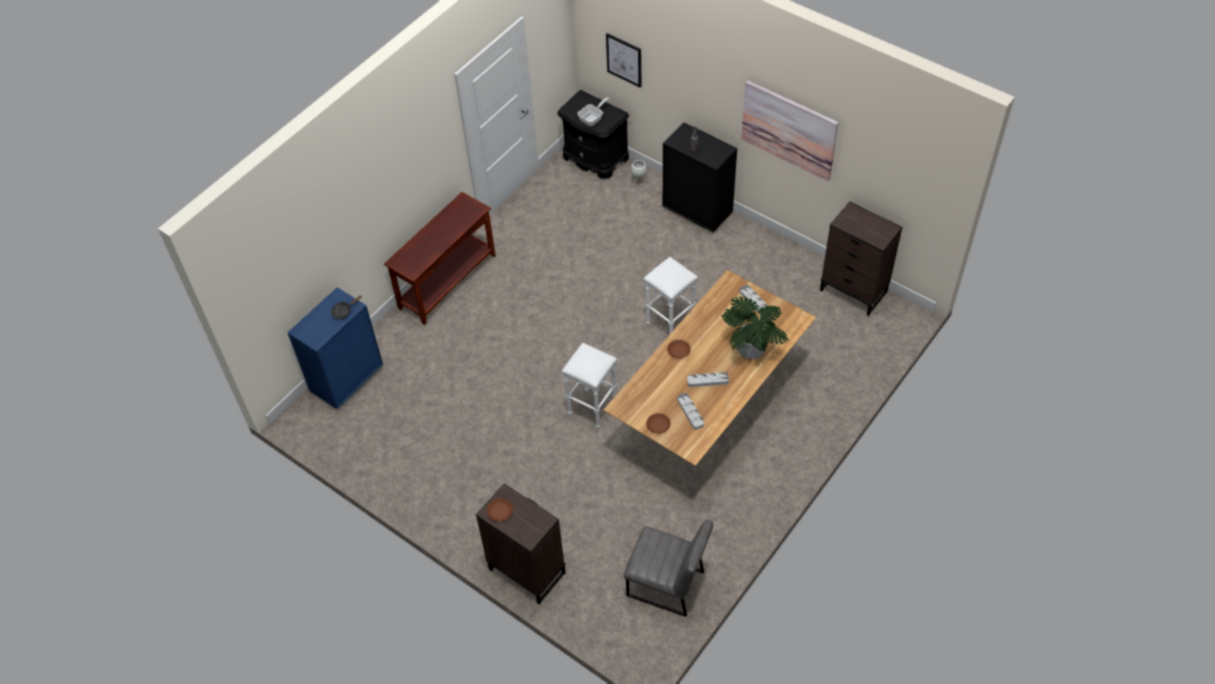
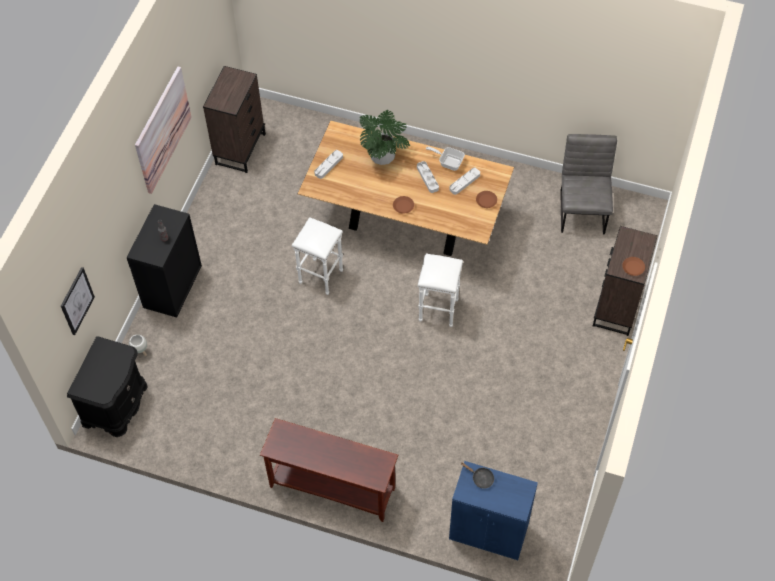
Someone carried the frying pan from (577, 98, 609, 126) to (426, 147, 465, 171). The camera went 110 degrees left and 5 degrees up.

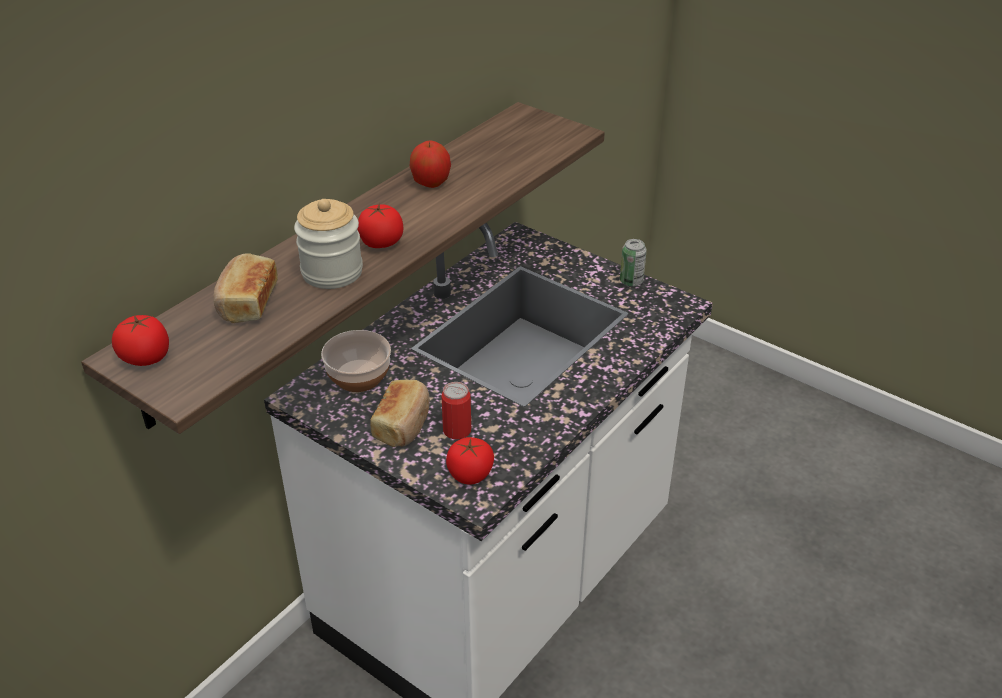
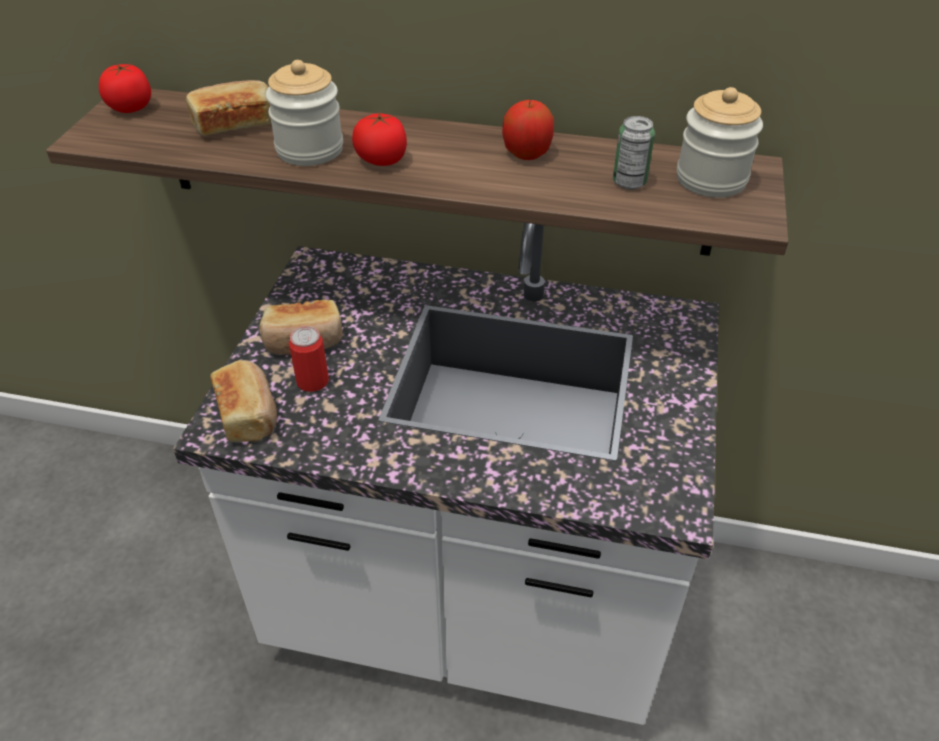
Someone carried the sealed can from (620, 239, 647, 287) to (613, 116, 655, 189). Someone took away the serving bowl at (321, 330, 391, 392). Someone swapped the whole tomato at (446, 437, 494, 484) for the bread at (211, 360, 277, 442). Someone put down the jar at (677, 87, 763, 198). The camera went 65 degrees right and 5 degrees up.

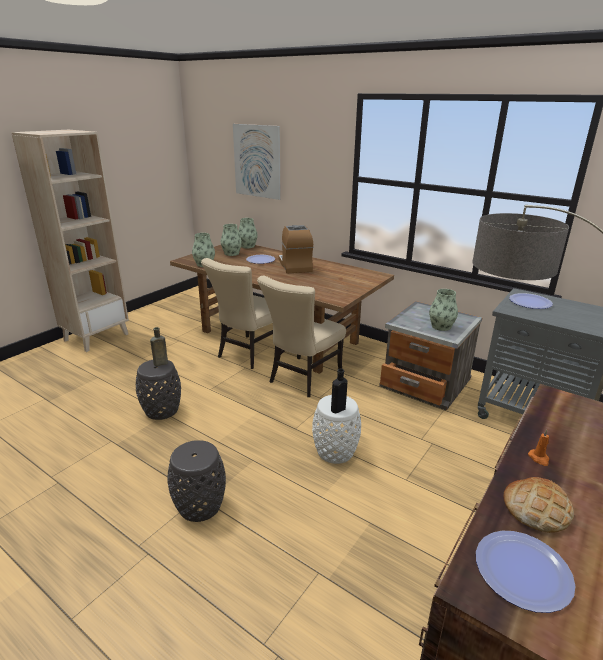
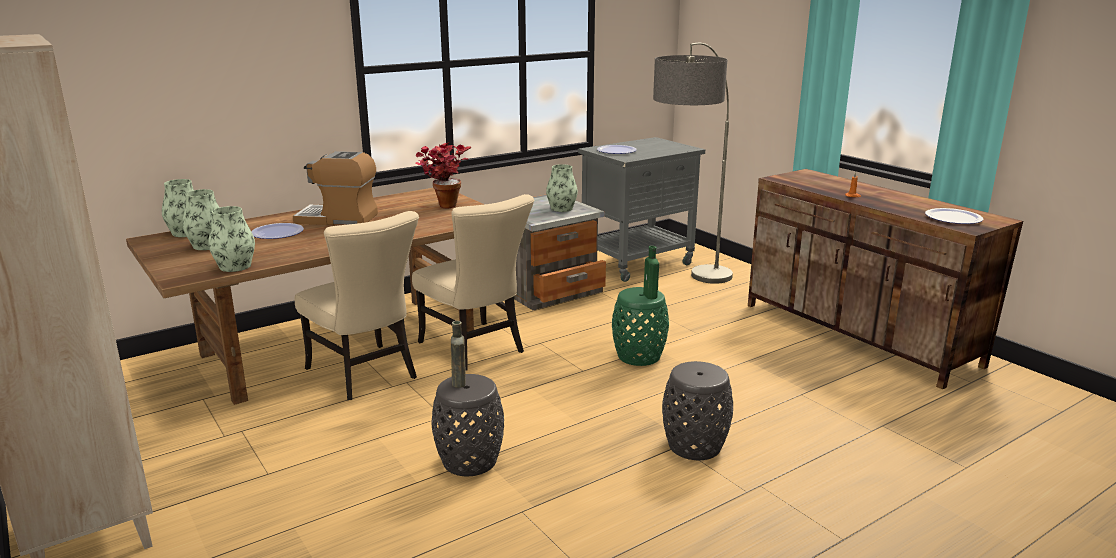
Someone took away the wall art at (233, 124, 281, 200). Someone repainted the blackish drink bottle at (331, 369, 347, 413), which became the greenish drink bottle at (643, 246, 659, 299). Someone repainted the white-coloured stool at (312, 395, 361, 464), which became the greenish stool at (612, 287, 669, 366). Someone took away the bread at (504, 477, 574, 533). Someone put down the plant in a pot at (415, 142, 471, 208). The camera went 70 degrees left and 5 degrees down.

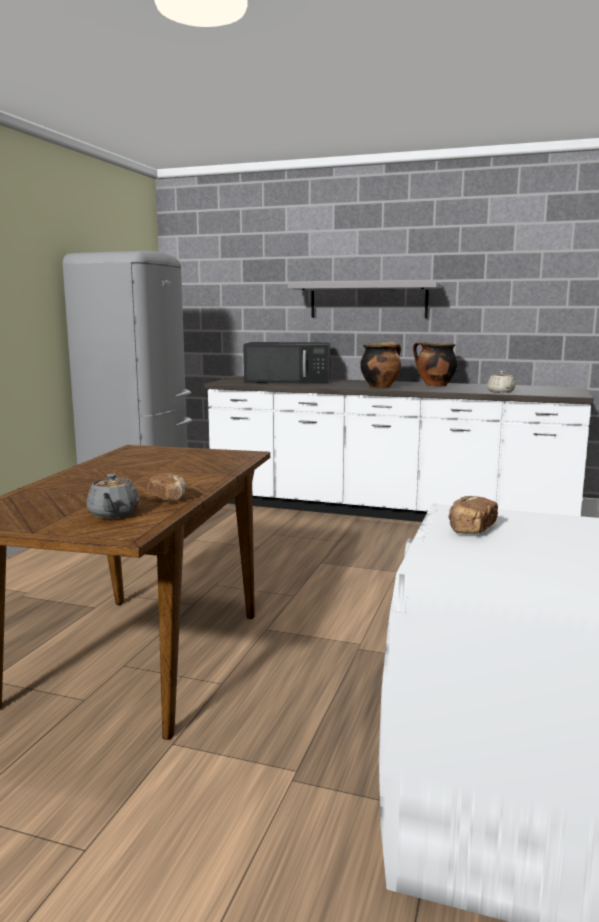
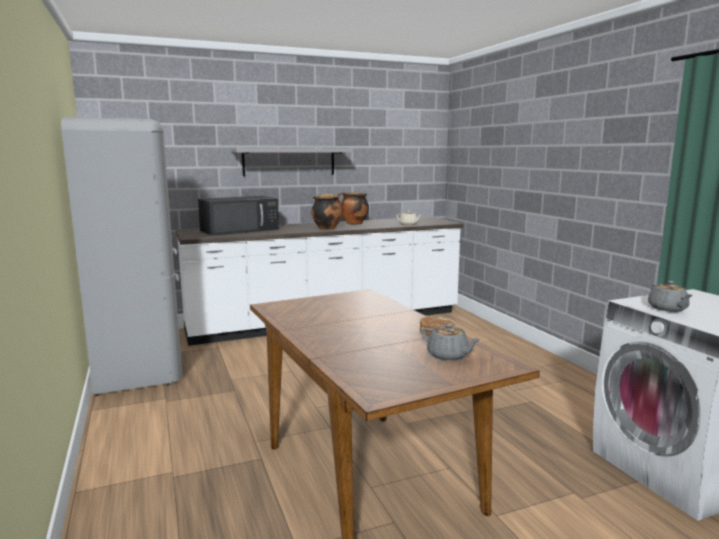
Someone swapped the bread at (448, 496, 498, 534) for the grey tea pot at (648, 281, 693, 312). The camera went 40 degrees left and 0 degrees up.

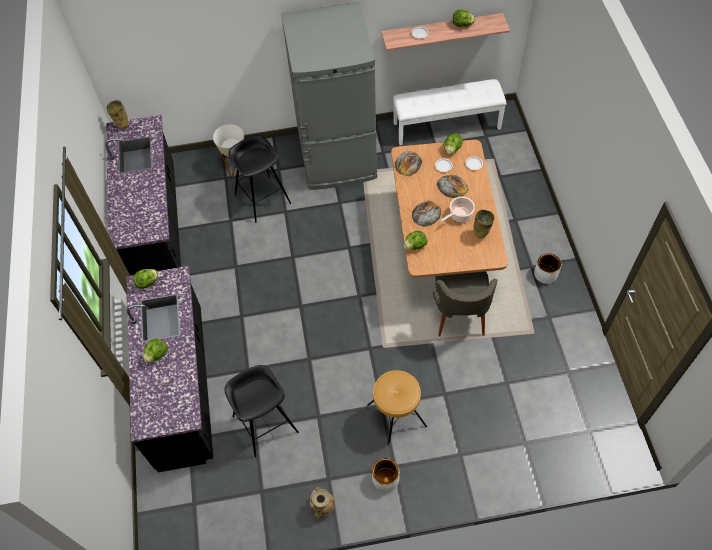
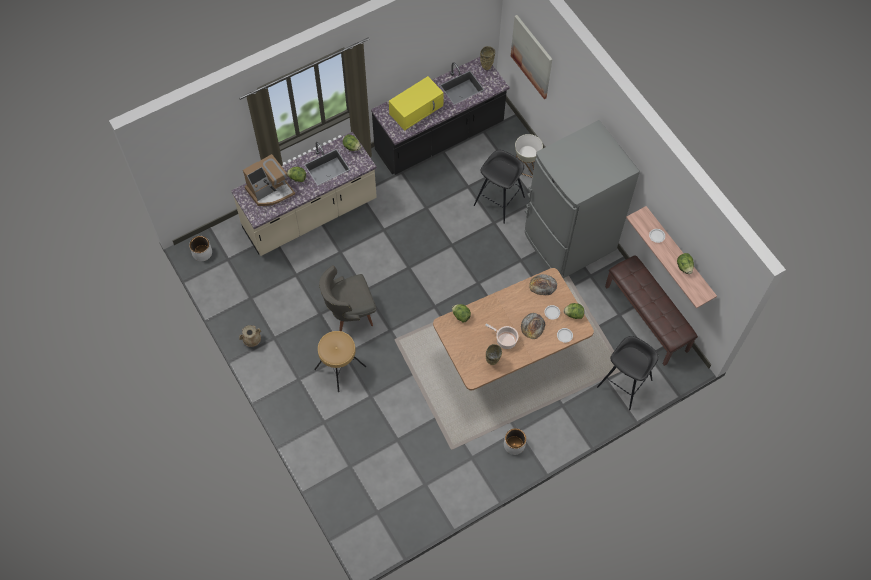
Someone repainted the white-coloured bench at (393, 79, 507, 145), which became the brown bench at (605, 255, 698, 366). Someone took away the bread at (412, 200, 441, 227). Someone repainted the blackish counter at (127, 266, 213, 472), which became the beige counter at (231, 131, 377, 256). Someone carried the grey chair from (433, 271, 497, 337) to (319, 265, 376, 331). Someone carried the blackish stool from (224, 365, 299, 457) to (597, 336, 658, 410). Someone carried the white-coloured planter from (372, 458, 400, 492) to (189, 236, 212, 261). Someone put up the wall art at (511, 15, 552, 99). Someone put down the yellowish kitchen microwave at (389, 76, 444, 131). Someone put down the coffee machine at (243, 154, 295, 206). The camera went 65 degrees right and 5 degrees up.

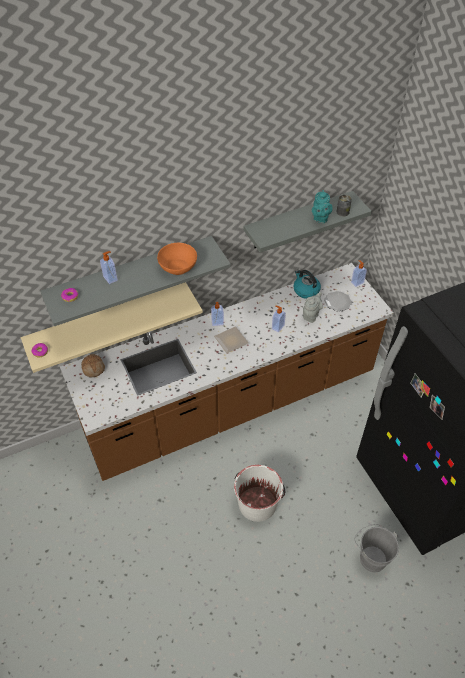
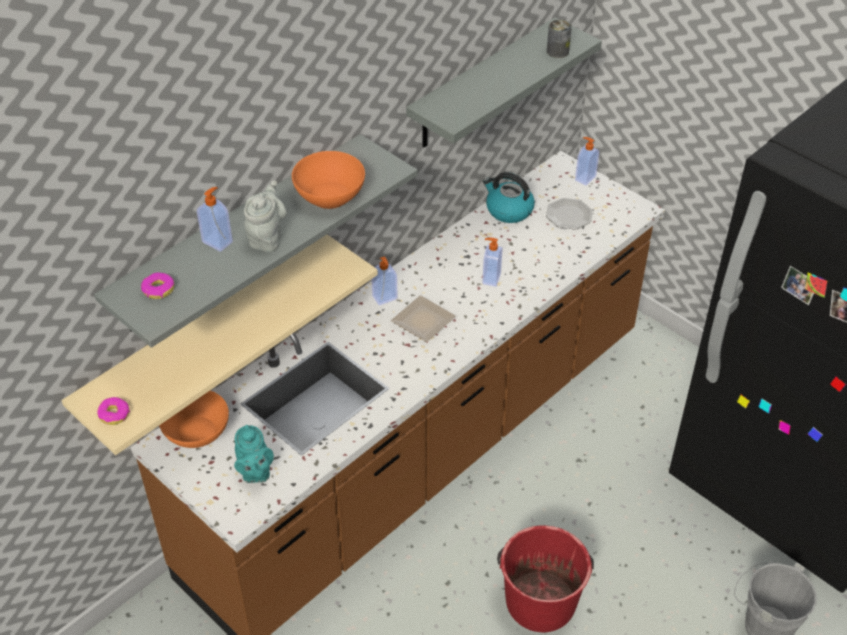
Someone carried the blue-green tea pot from (312, 190, 333, 223) to (234, 425, 274, 483). Someone carried the grey tea pot from (303, 292, 323, 323) to (244, 180, 287, 252). Someone swapped the bread at (81, 354, 105, 377) for the orange-coloured serving bowl at (159, 391, 229, 448). Someone repainted the white-coloured bucket at (234, 465, 285, 522), which became the red bucket at (497, 525, 594, 632). The camera went 20 degrees left and 5 degrees down.

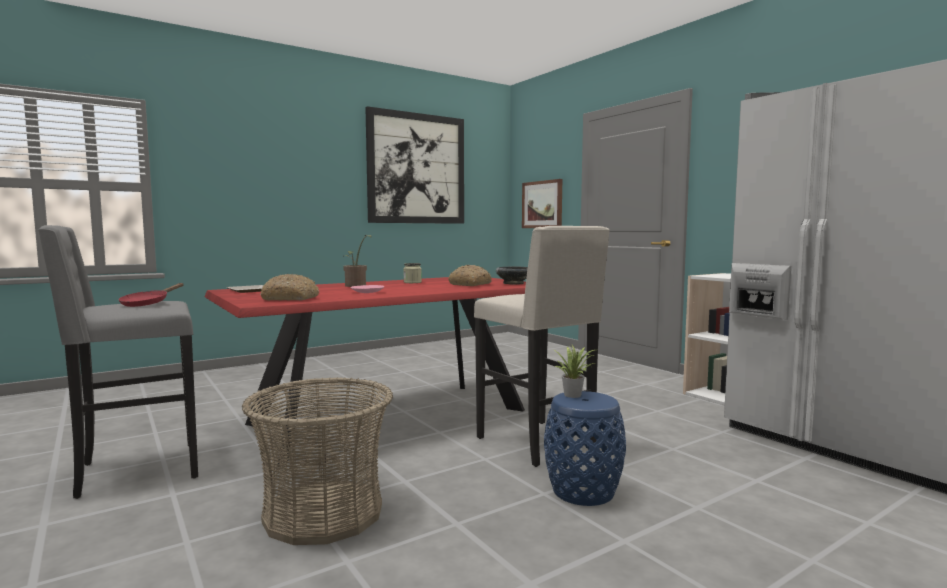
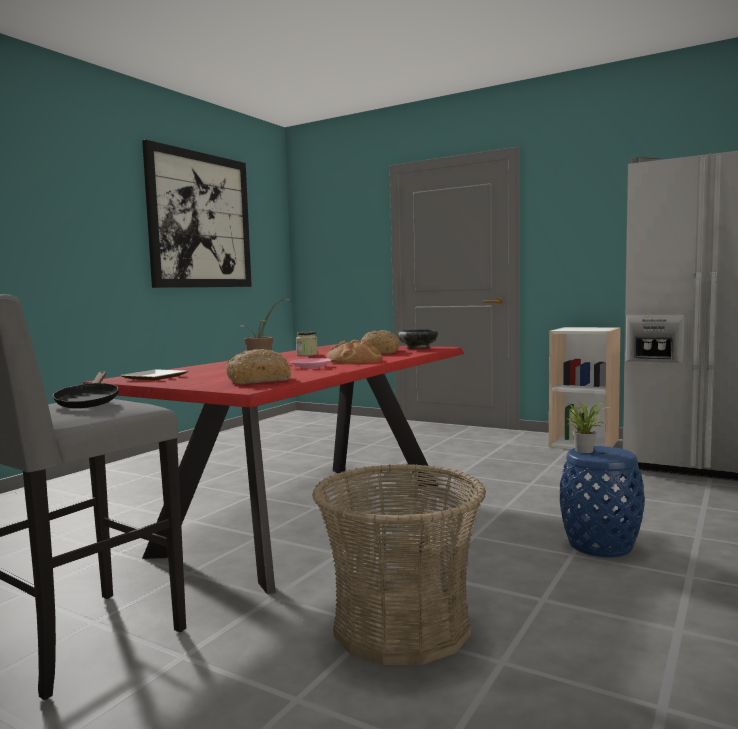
Someone took away the wall art at (522, 179, 562, 228). Someone took away the beige stool at (474, 226, 610, 467). Someone repainted the red frying pan at (118, 283, 184, 307), which became the blackish frying pan at (53, 371, 119, 408). Someone put down the bread at (326, 340, 382, 364). The camera went 25 degrees left and 0 degrees up.

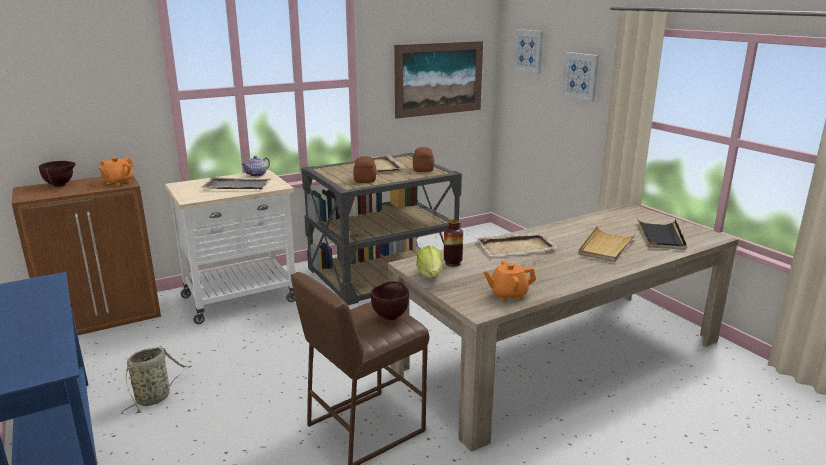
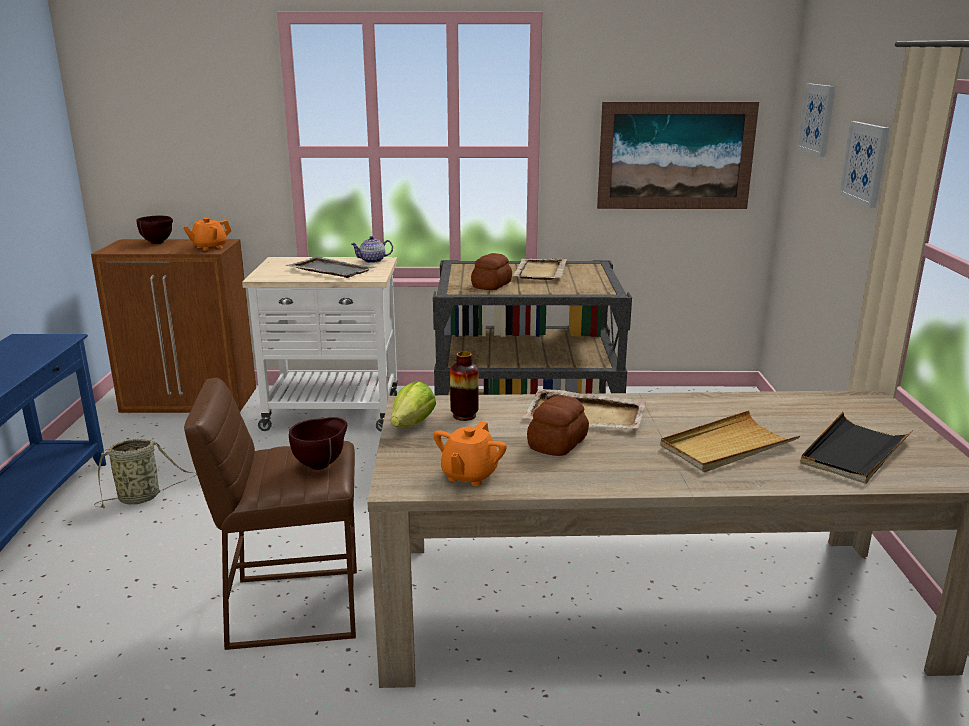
Someone carried the bread from (413, 147, 434, 172) to (527, 395, 589, 456). Someone rotated the orange-coloured tea pot at (483, 260, 536, 301) by 90 degrees counterclockwise. The camera went 30 degrees right and 0 degrees up.

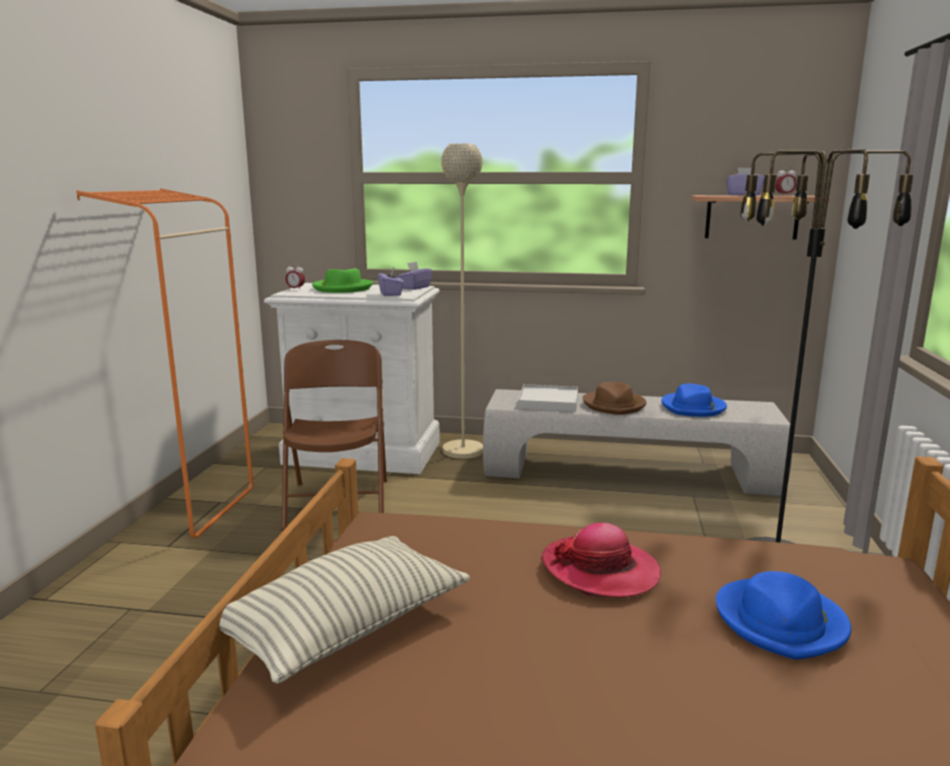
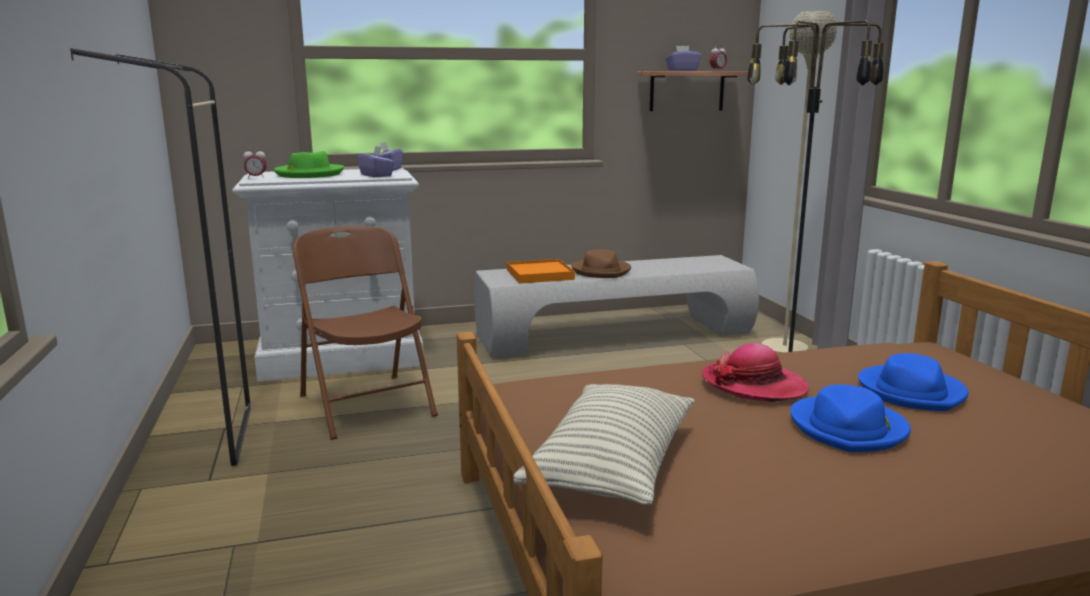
Someone carried the beige standard lamp from (441, 143, 483, 459) to (761, 11, 837, 353). Someone repainted the orange-coloured garment stand at (76, 188, 253, 538), which became the blackish garment stand at (70, 48, 250, 466). Someone carried the blue clothing hat from (661, 383, 727, 417) to (790, 384, 911, 452). Someone repainted the white-coloured serving tray at (518, 384, 578, 411), which became the orange-coloured serving tray at (507, 259, 575, 283). The camera went 25 degrees left and 0 degrees up.

